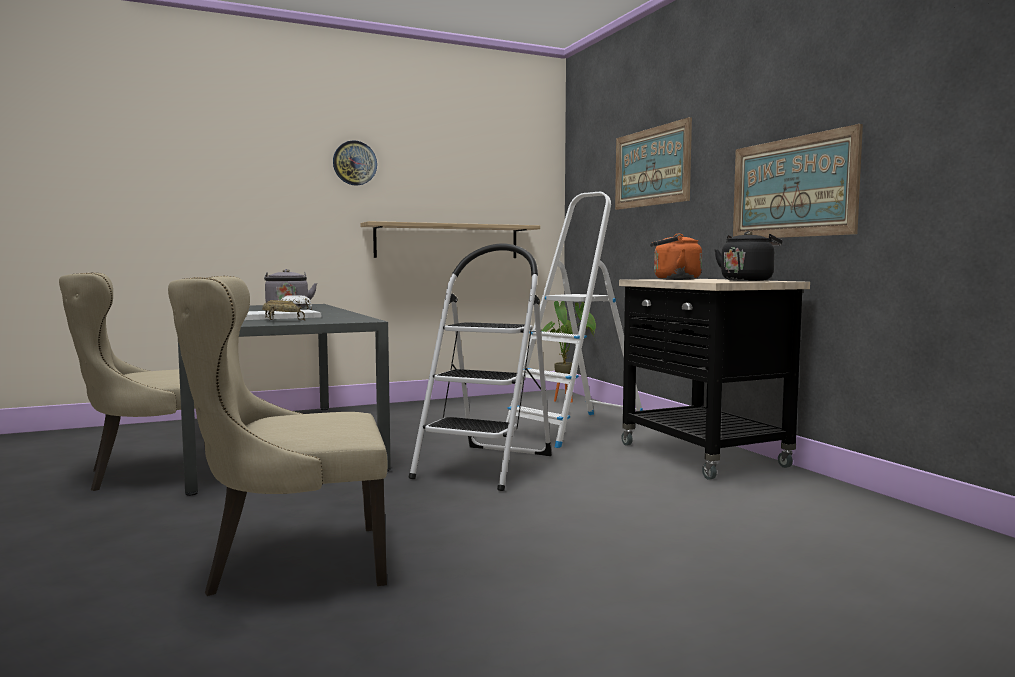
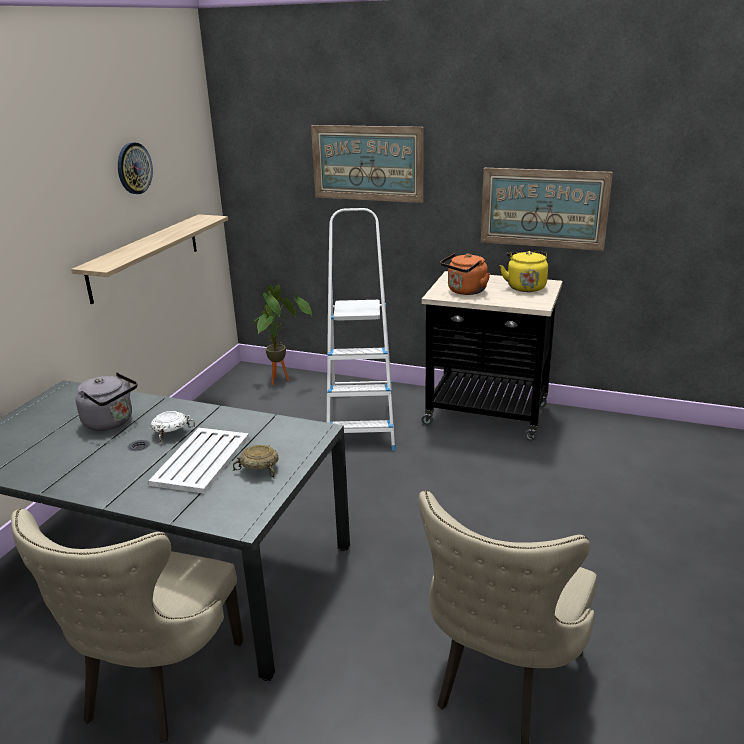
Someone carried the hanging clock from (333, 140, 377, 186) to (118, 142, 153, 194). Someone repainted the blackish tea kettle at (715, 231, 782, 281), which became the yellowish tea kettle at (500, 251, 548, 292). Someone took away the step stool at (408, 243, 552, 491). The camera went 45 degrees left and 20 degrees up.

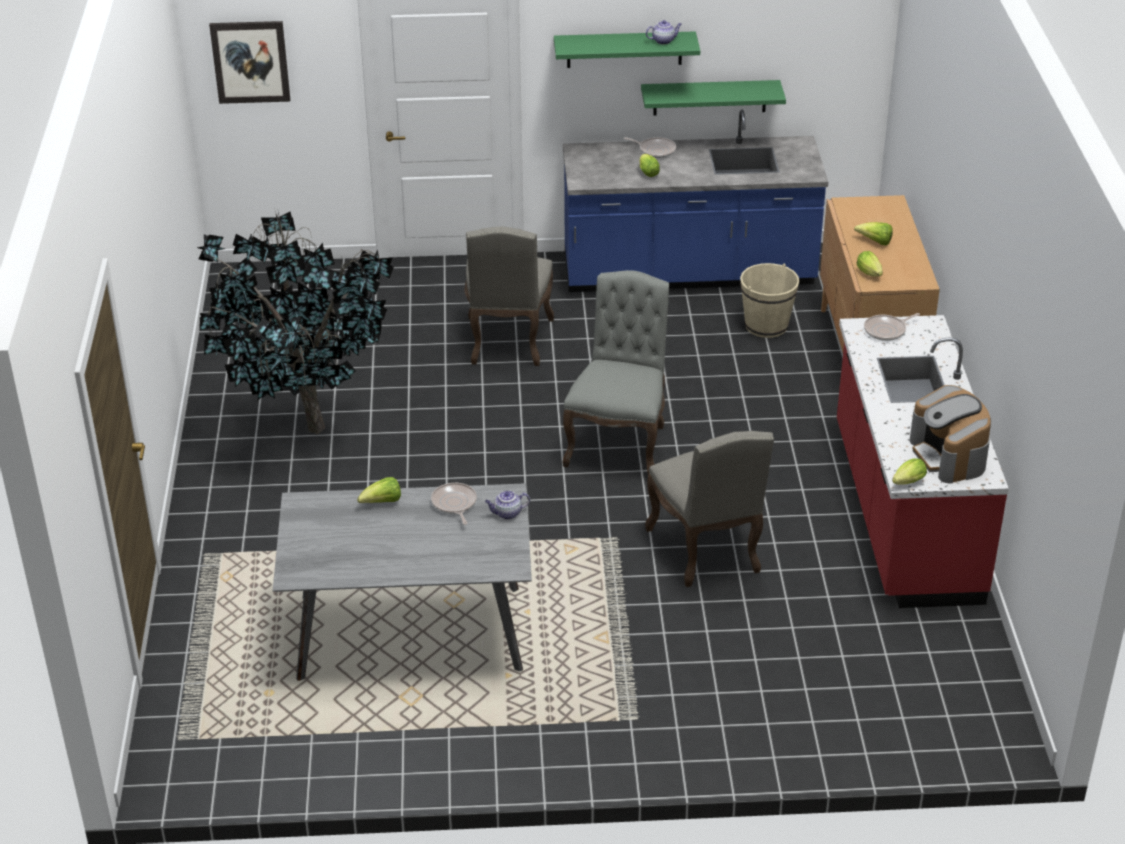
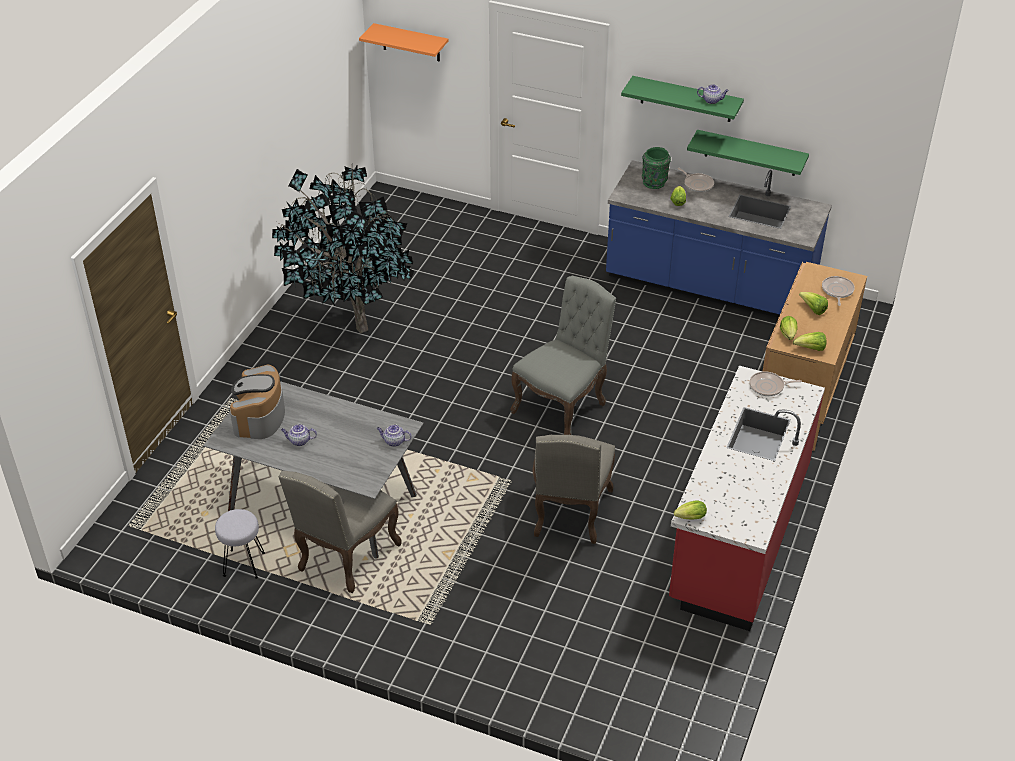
Someone swapped the wall art at (209, 21, 290, 104) for the orange-coloured wall shelf at (359, 23, 448, 61). Someone carried the grey chair from (465, 226, 554, 366) to (279, 471, 402, 593). Someone took away the beige bucket at (740, 263, 799, 338). Someone carried the coffee machine from (909, 385, 991, 484) to (230, 364, 285, 439). Someone carried the lettuce head from (357, 477, 401, 503) to (793, 332, 827, 351). Someone carried the frying pan from (431, 483, 477, 525) to (822, 276, 855, 306). Someone put down the greenish vase at (642, 147, 671, 189). Someone put down the tea pot at (281, 424, 317, 446). Someone put down the grey stool at (215, 509, 265, 579). The camera went 25 degrees right and 5 degrees up.

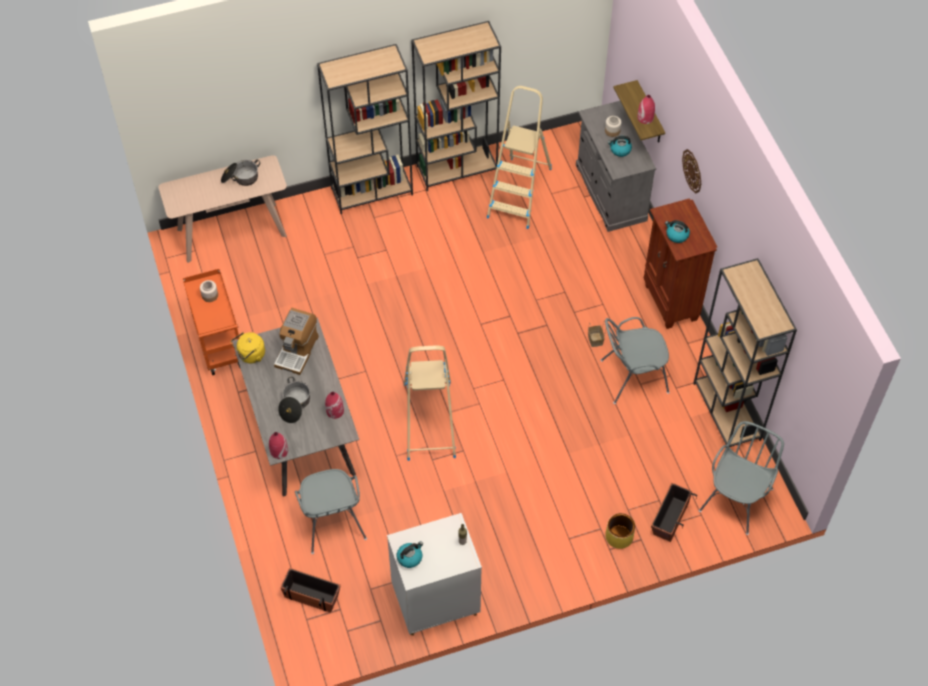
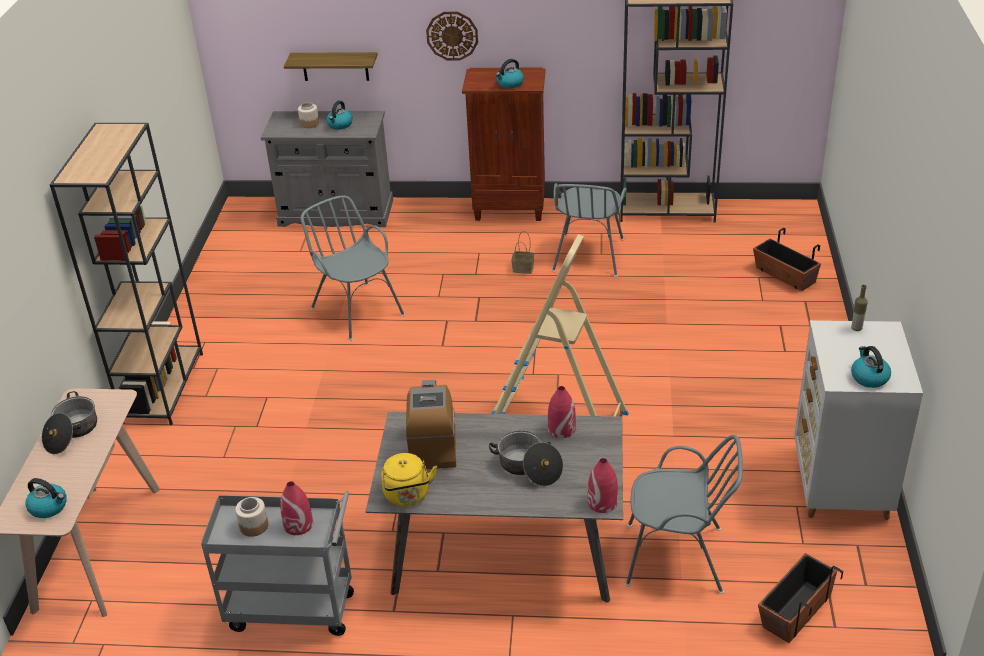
Someone took away the shelving unit at (411, 21, 501, 191). Someone took away the beige step stool at (487, 86, 552, 229). Someone carried the red vase from (637, 95, 655, 124) to (280, 481, 313, 535). Someone repainted the orange-coloured wheeled cart at (183, 269, 240, 375), which became the grey wheeled cart at (201, 491, 354, 636). Someone rotated the coffee machine at (274, 308, 319, 375) by 135 degrees counterclockwise. Someone carried the grey chair from (699, 421, 784, 535) to (301, 195, 405, 341). Someone took away the yellowish planter at (605, 513, 635, 549). Someone put down the tea kettle at (26, 478, 67, 518). The camera went 65 degrees left and 20 degrees down.

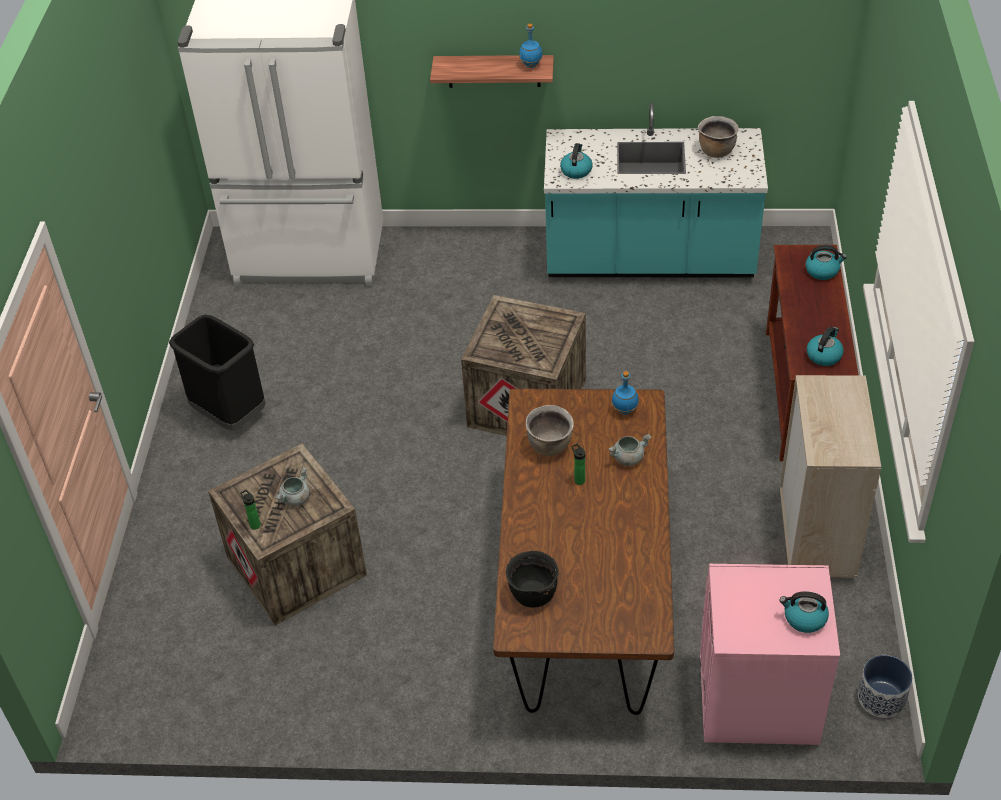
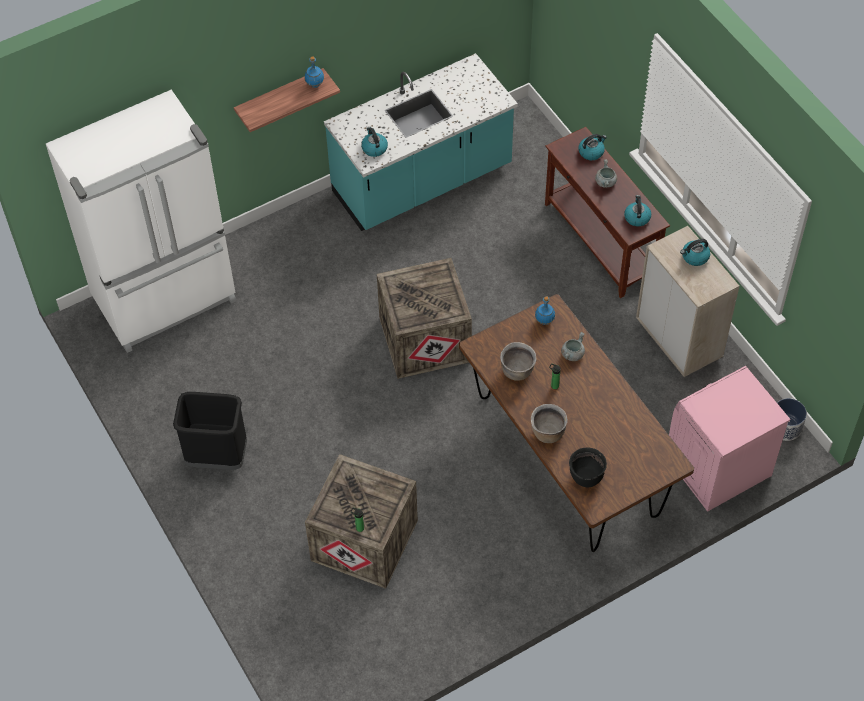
Someone carried the brown cooking pot from (698, 116, 739, 158) to (531, 404, 568, 443). Someone carried the grey cooking pot from (275, 467, 311, 506) to (595, 159, 617, 188). Someone carried the tea kettle from (779, 591, 829, 633) to (680, 239, 710, 266). The camera went 35 degrees left and 10 degrees up.

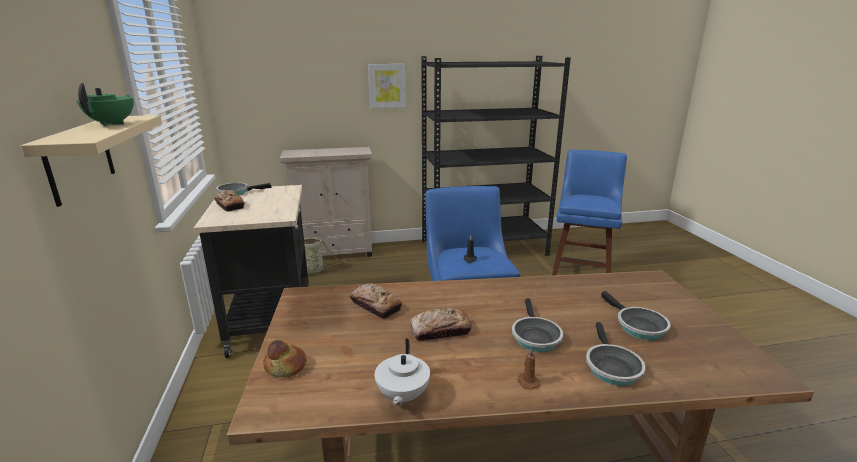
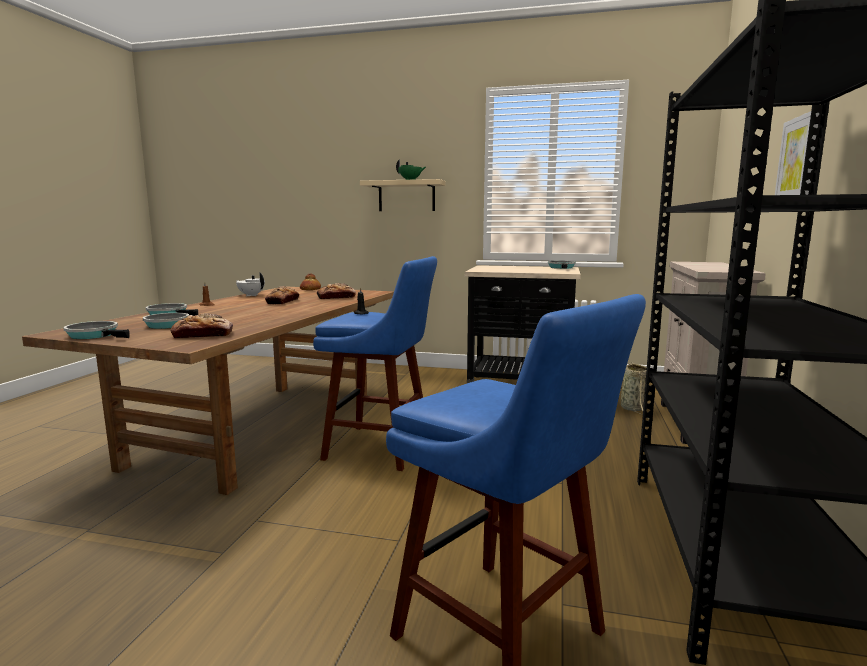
Someone carried the bread from (214, 190, 245, 211) to (170, 313, 233, 339). Someone carried the frying pan from (512, 298, 563, 352) to (64, 321, 129, 339). The camera went 115 degrees right and 10 degrees down.

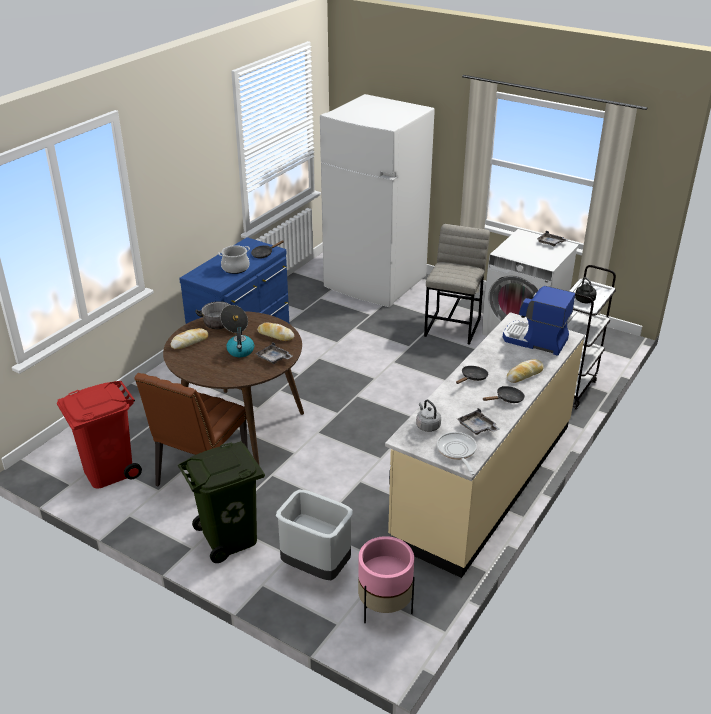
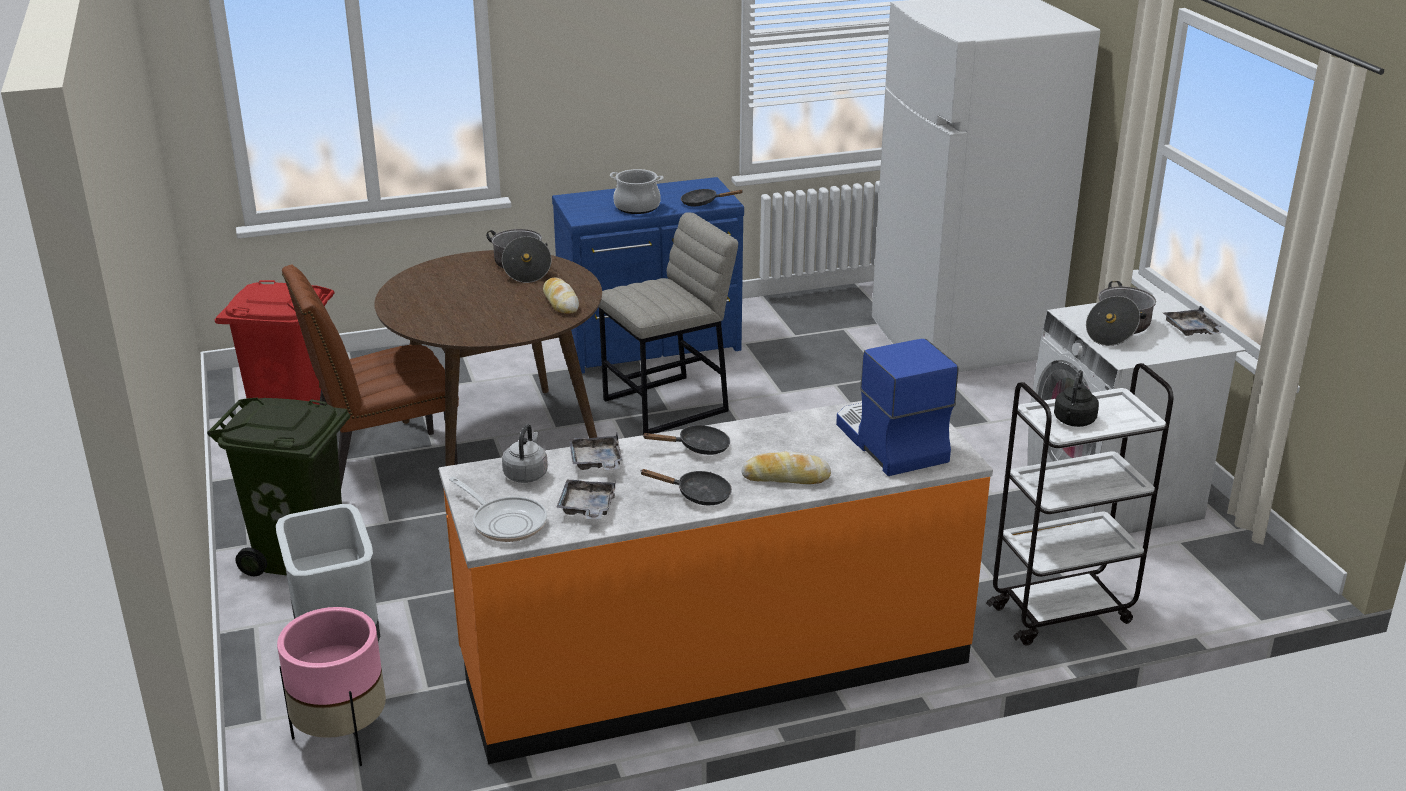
Someone carried the grey chair from (424, 224, 490, 345) to (599, 212, 738, 434). Someone repainted the beige counter at (385, 312, 585, 578), which became the orange-coloured counter at (439, 401, 993, 764). Someone took away the tea kettle at (226, 327, 254, 357). Someone took away the bread at (171, 328, 208, 349). Someone carried the grey serving tray from (255, 342, 292, 364) to (569, 433, 622, 470). Someone rotated the frying pan at (437, 432, 477, 475) by 105 degrees clockwise. Someone put down the cooking pot at (1086, 281, 1156, 346). The camera went 40 degrees right and 5 degrees down.

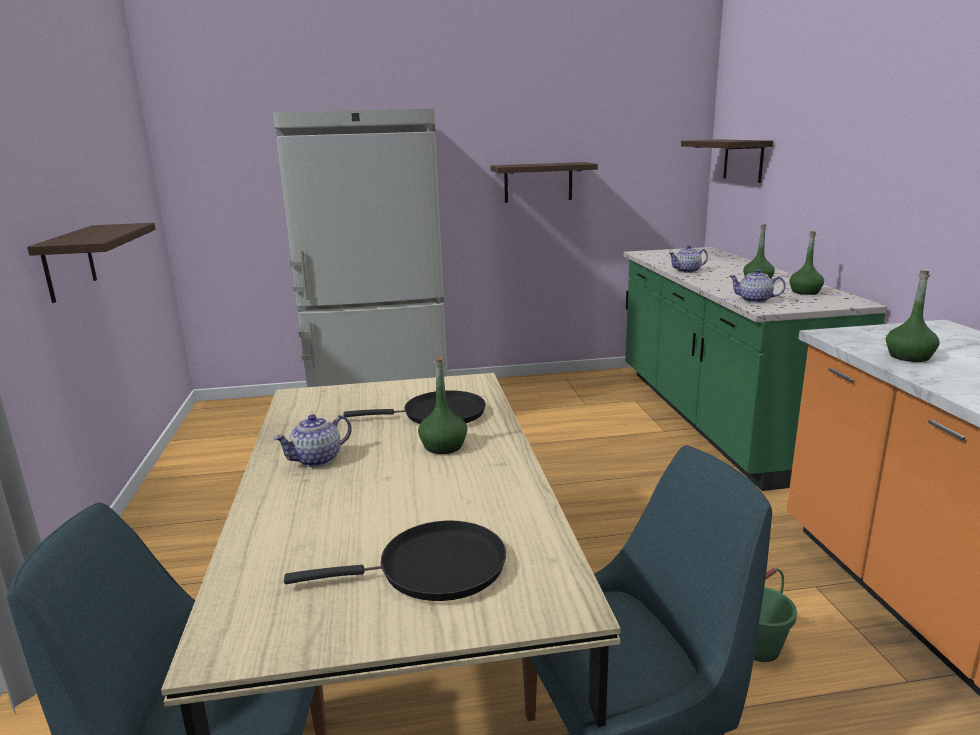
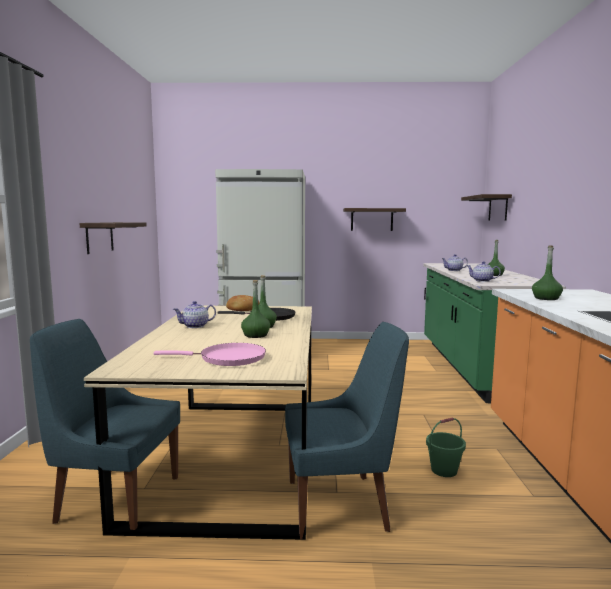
Someone carried the greenish drink bottle from (789, 231, 824, 295) to (241, 280, 270, 338). Someone repainted the blackish frying pan at (284, 521, 506, 601), which became the pinkish frying pan at (153, 343, 266, 366). Someone put down the bread at (226, 295, 259, 311). The camera went 10 degrees right and 10 degrees down.

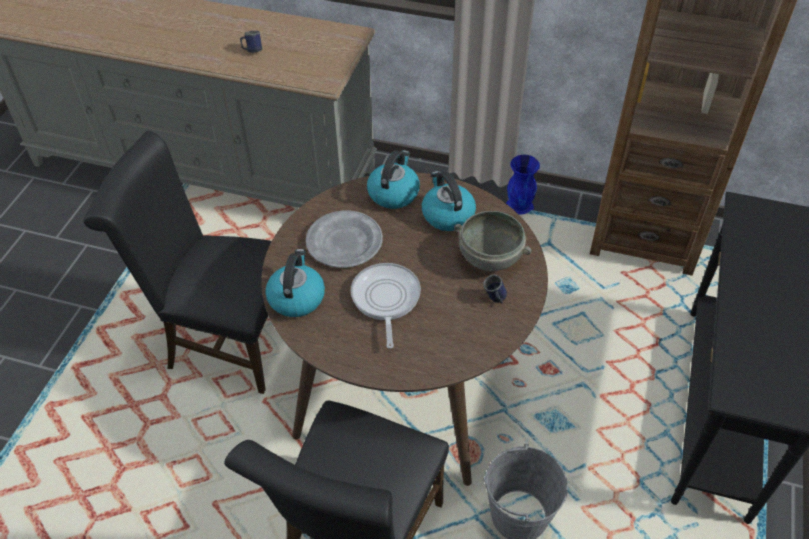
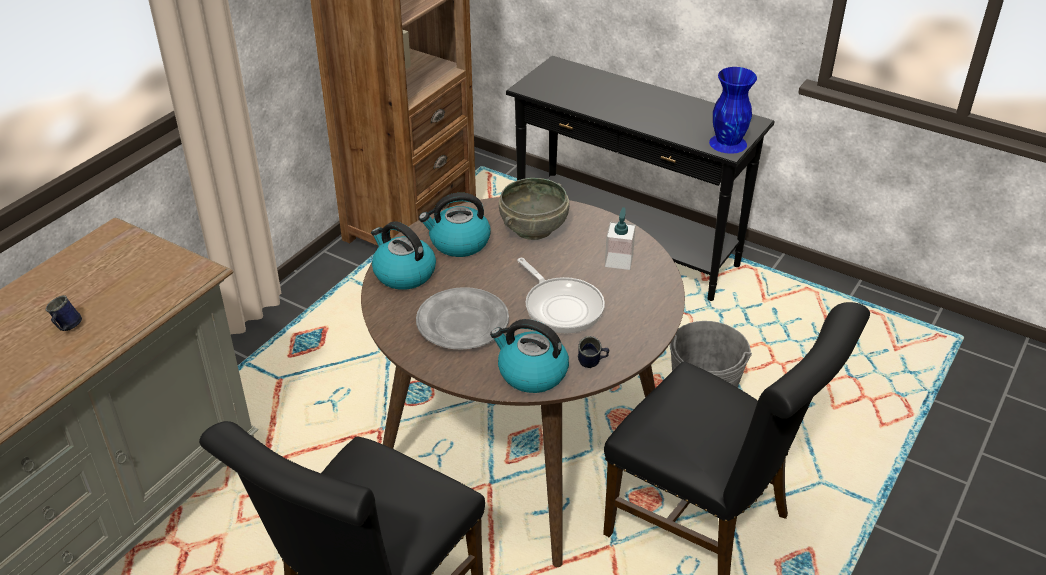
Someone carried the blue vase from (506, 155, 540, 214) to (709, 67, 757, 154). Someone rotated the frying pan at (351, 263, 421, 349) by 135 degrees counterclockwise. Someone carried the blue coffee mug from (483, 275, 507, 304) to (578, 336, 609, 368). Someone put down the liquid soap bottle at (605, 207, 636, 270). The camera went 75 degrees left and 10 degrees down.

